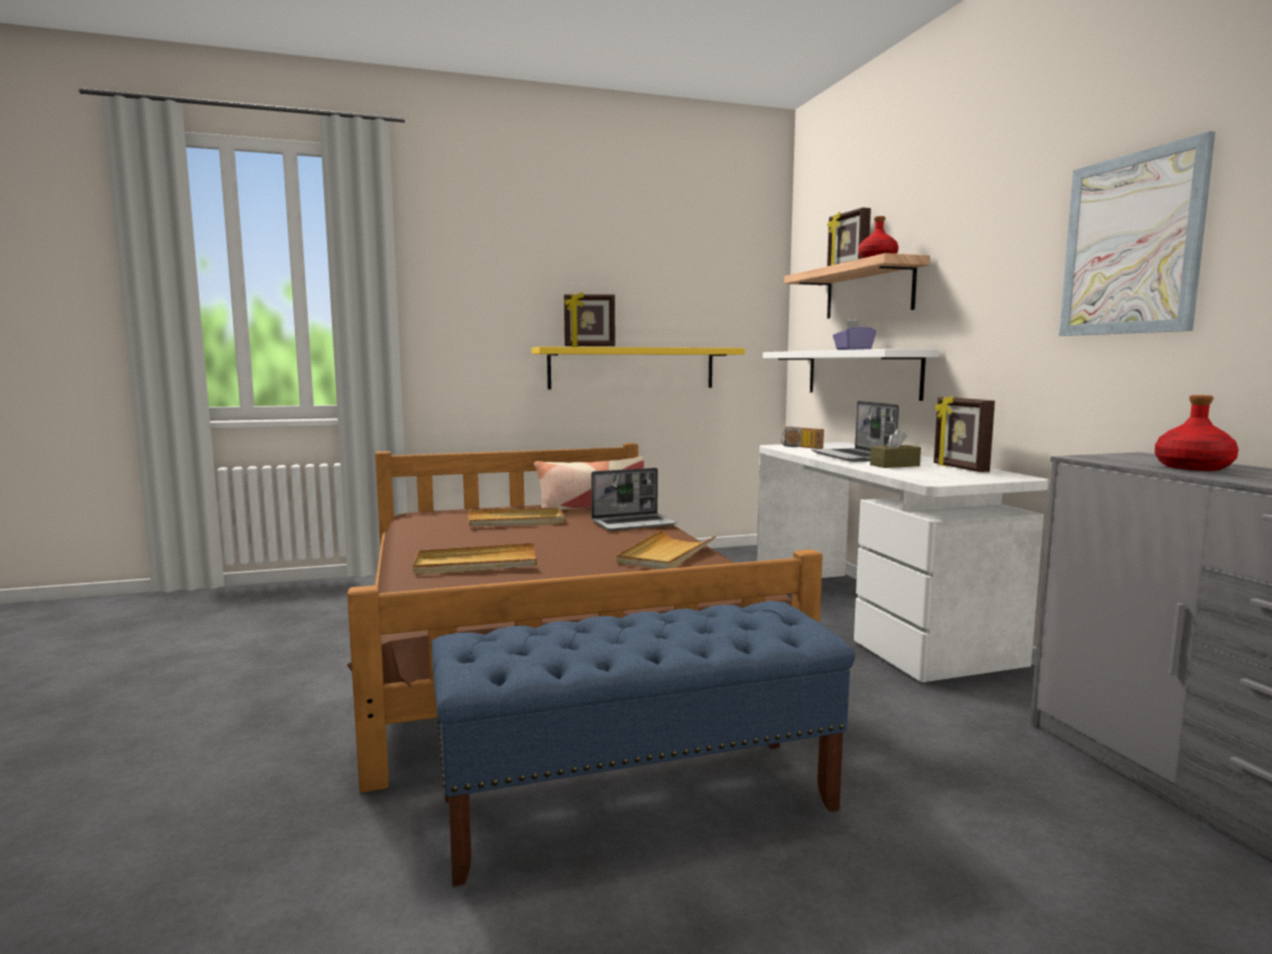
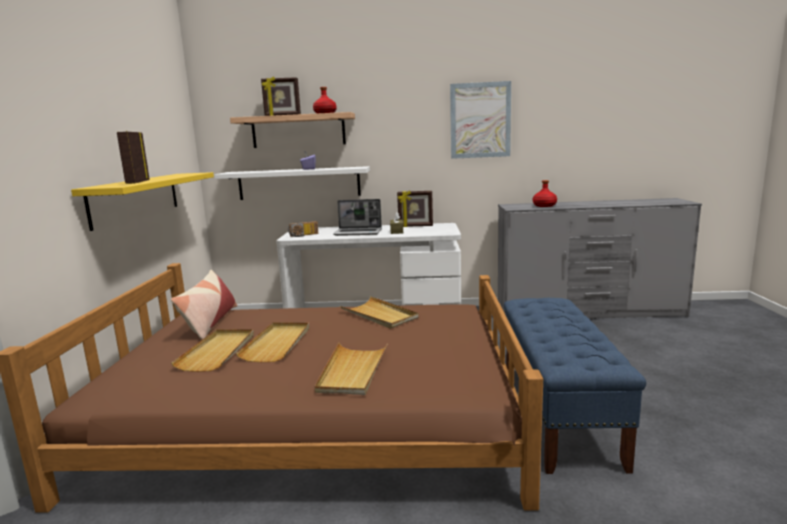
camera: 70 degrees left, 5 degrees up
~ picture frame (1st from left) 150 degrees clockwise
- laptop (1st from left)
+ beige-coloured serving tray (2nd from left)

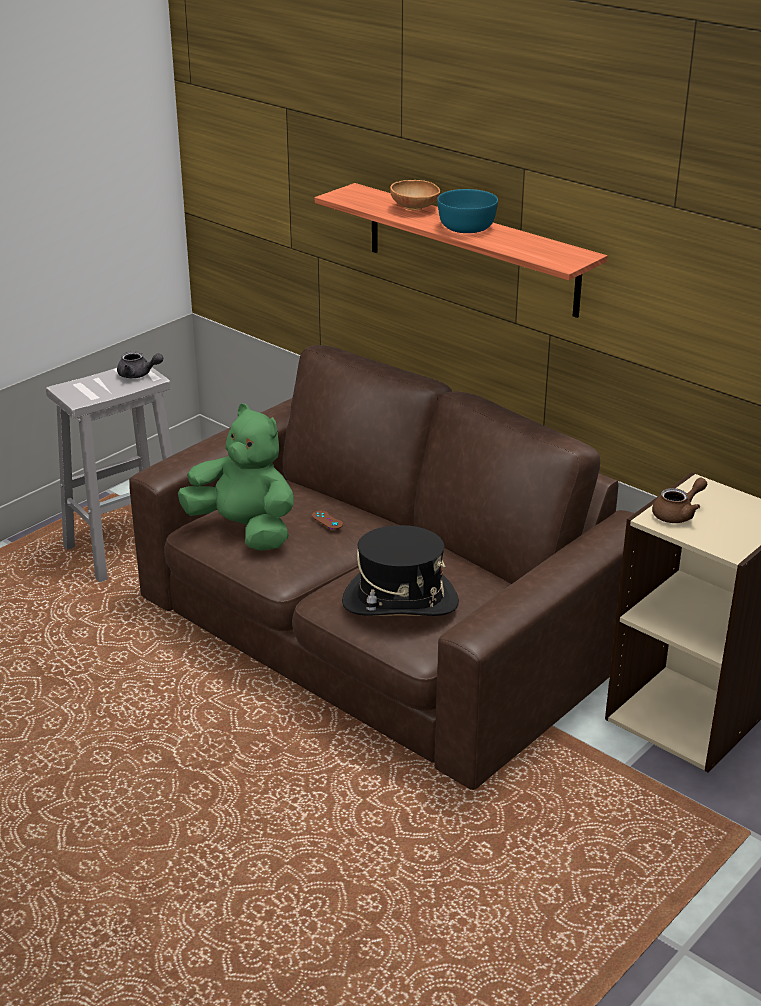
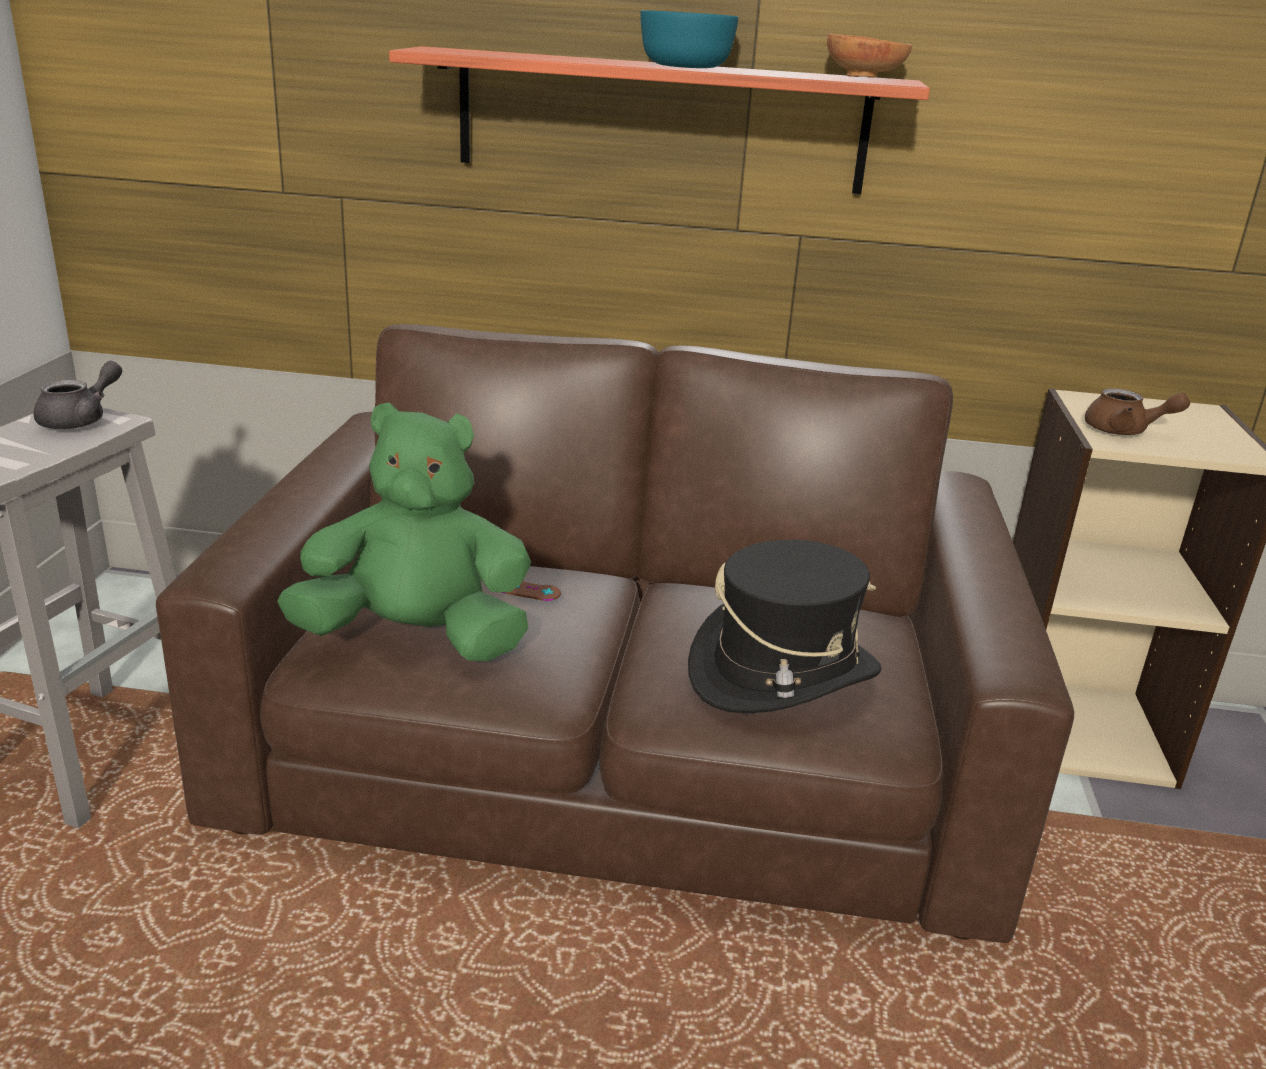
camera: 35 degrees left, 5 degrees down
~ greyish teapot 45 degrees counterclockwise
~ brownish deep dish
~ brownish teapot 90 degrees clockwise

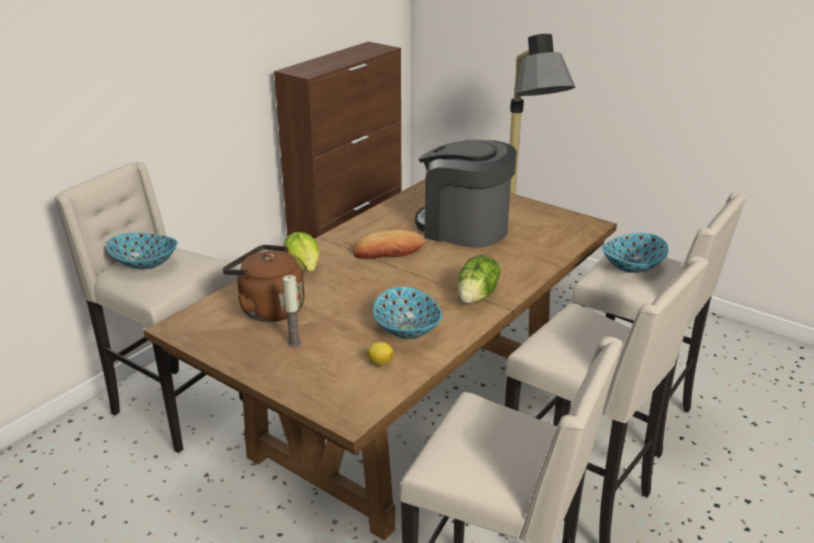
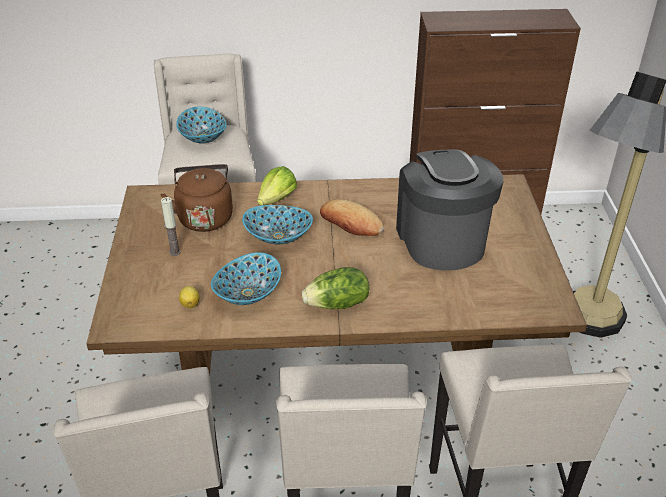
camera: 50 degrees right, 10 degrees up
~ deep dish (3rd from left)

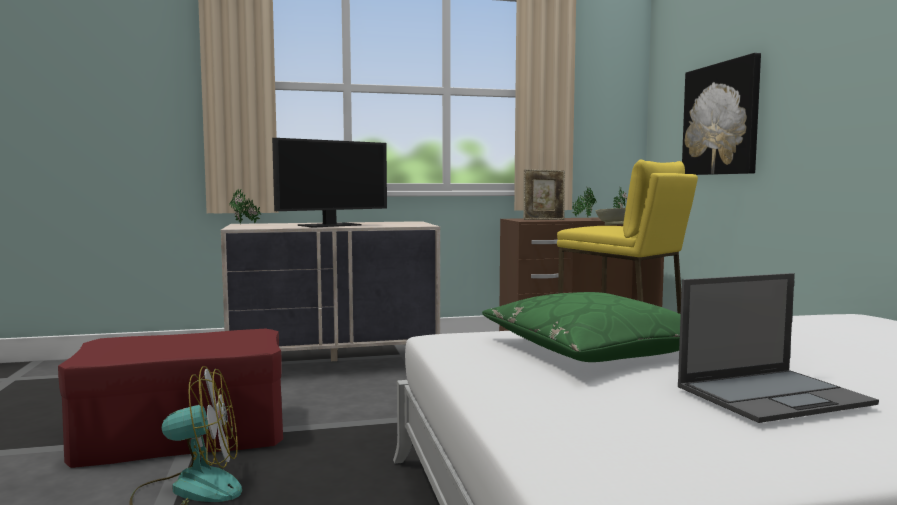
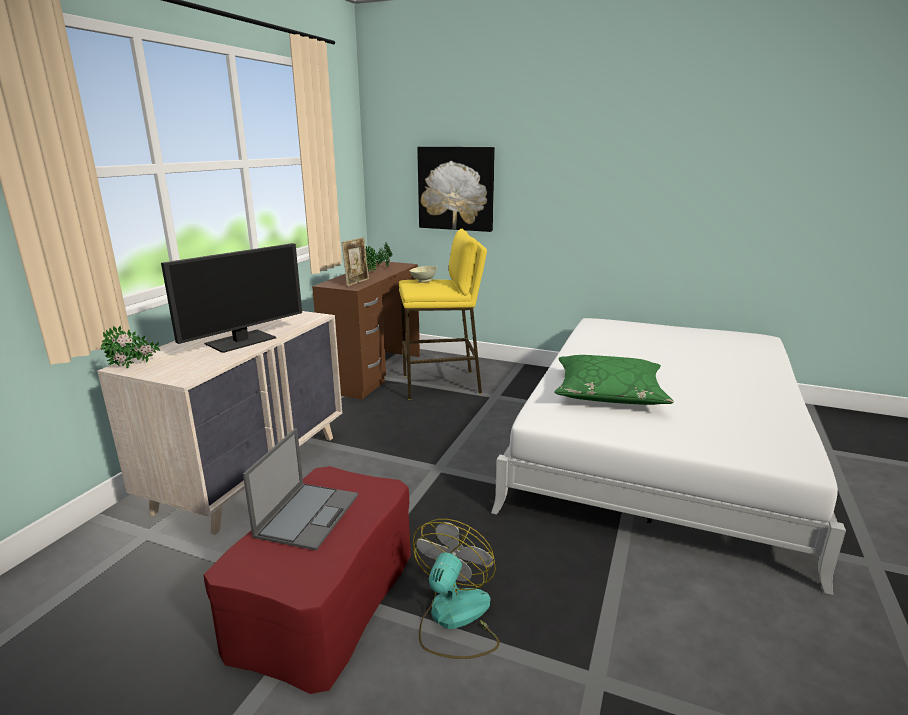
camera: 55 degrees left, 15 degrees up
~ computer screen 45 degrees clockwise
~ laptop

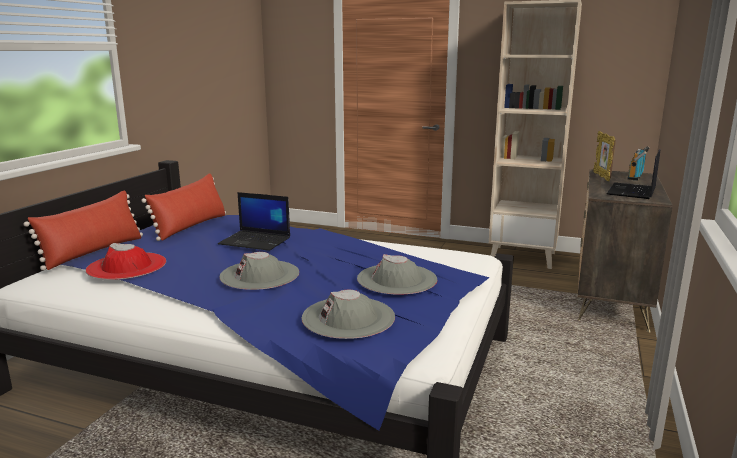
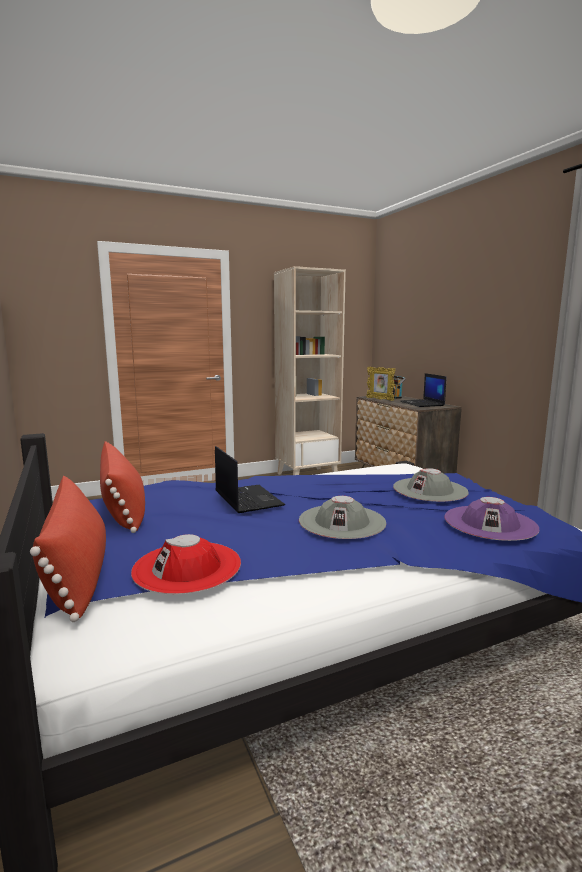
camera: 45 degrees left, 5 degrees down
~ laptop (1st from left) 90 degrees counterclockwise
~ greyish hat (2nd from left) to purple hat

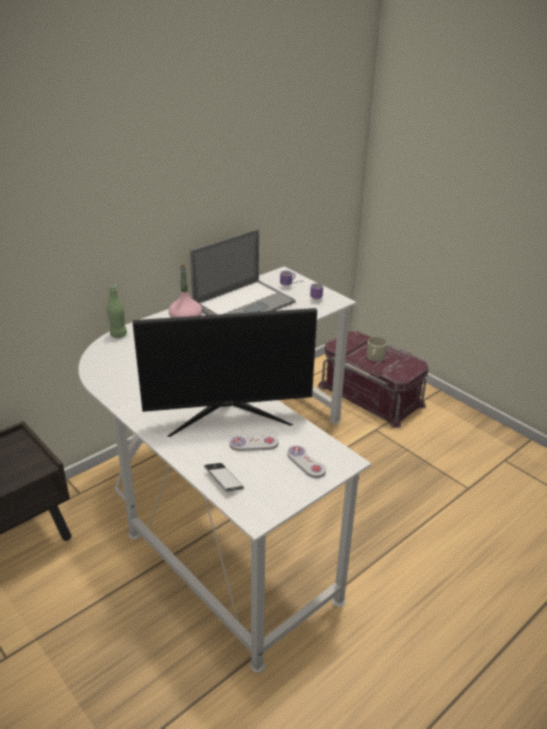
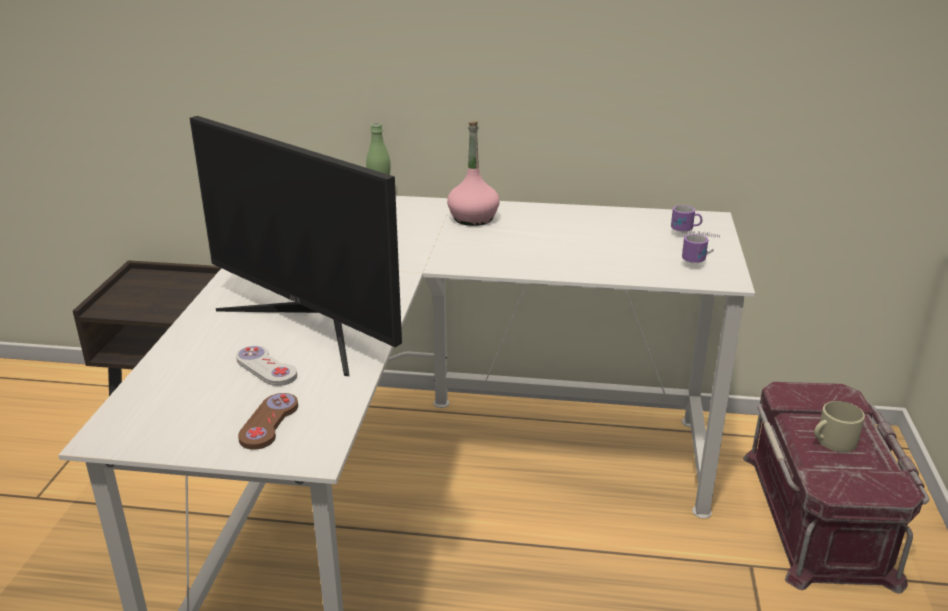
camera: 50 degrees right, 5 degrees down
- laptop
- handset
~ white joypad (2nd from left) to brownish joypad

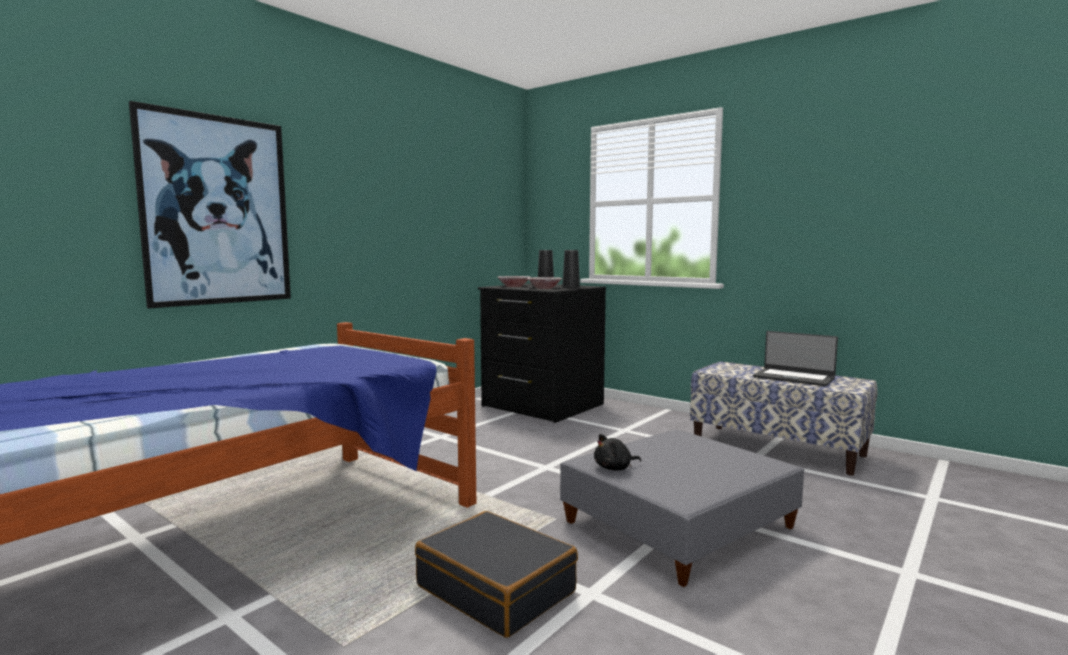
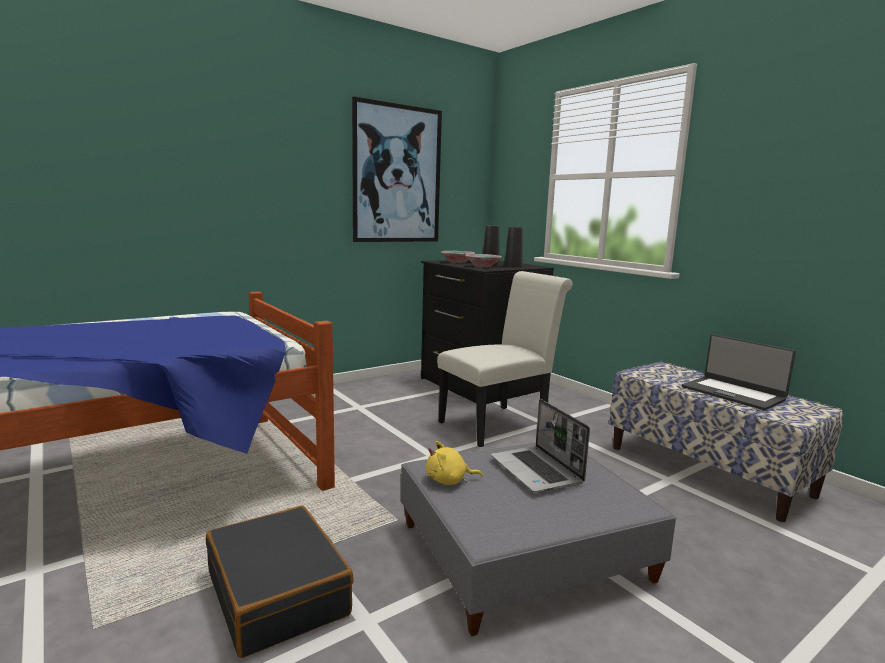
camera: 15 degrees right, 5 degrees up
~ picture
~ blackish cuddly toy to yellowish cuddly toy
+ white chair
+ laptop (1st from left)

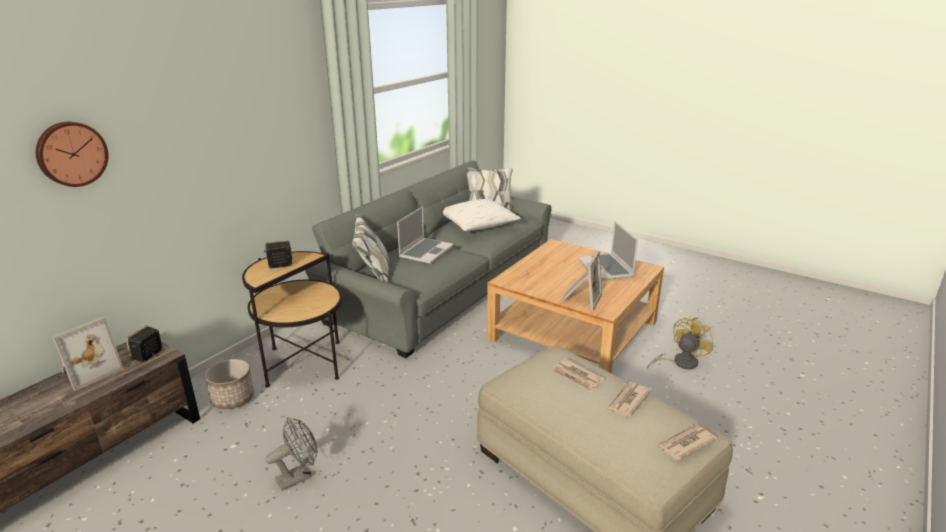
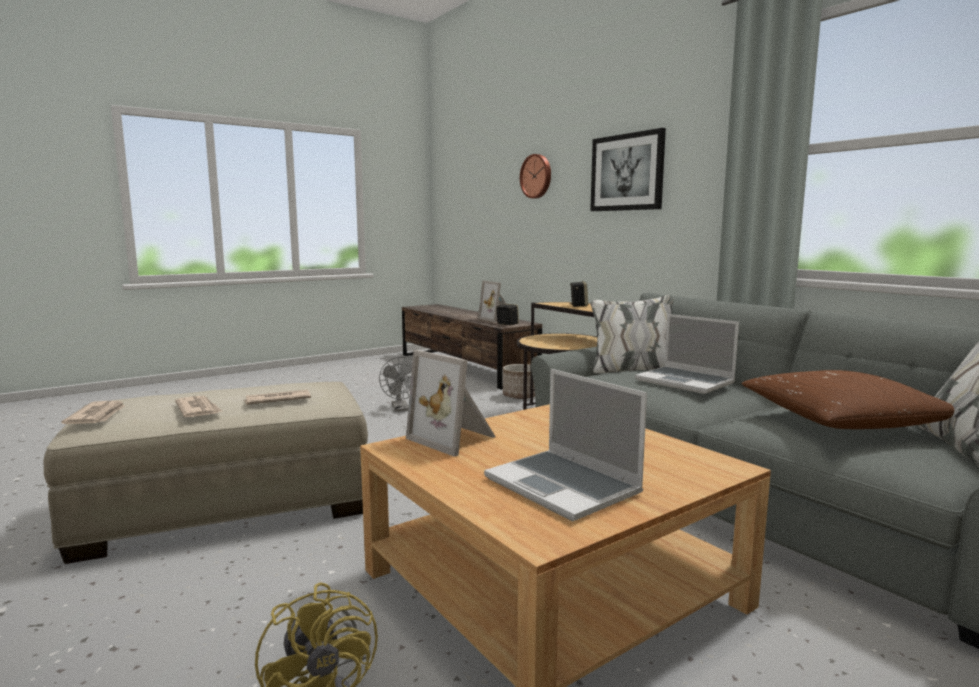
camera: 110 degrees right, 15 degrees down
~ white pillow to brownish pillow
~ laptop (2nd from left in the first image) 135 degrees counterclockwise
+ picture

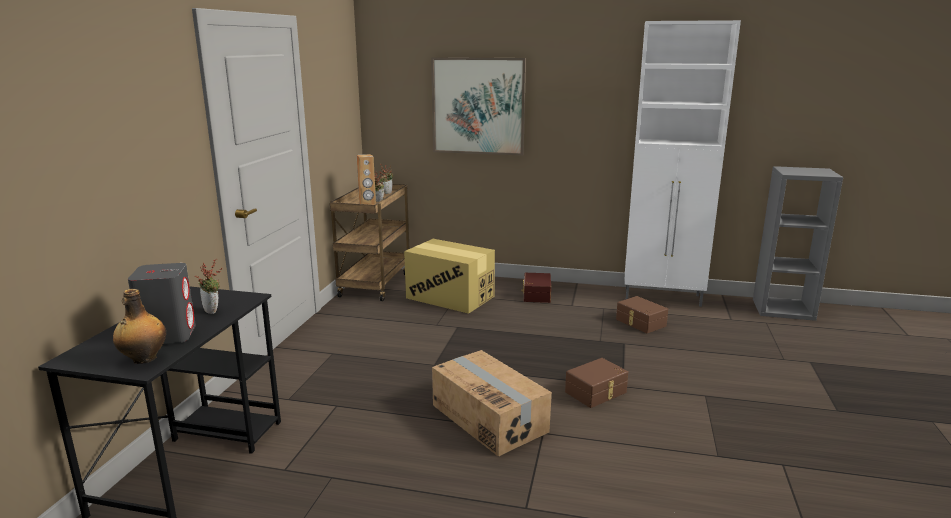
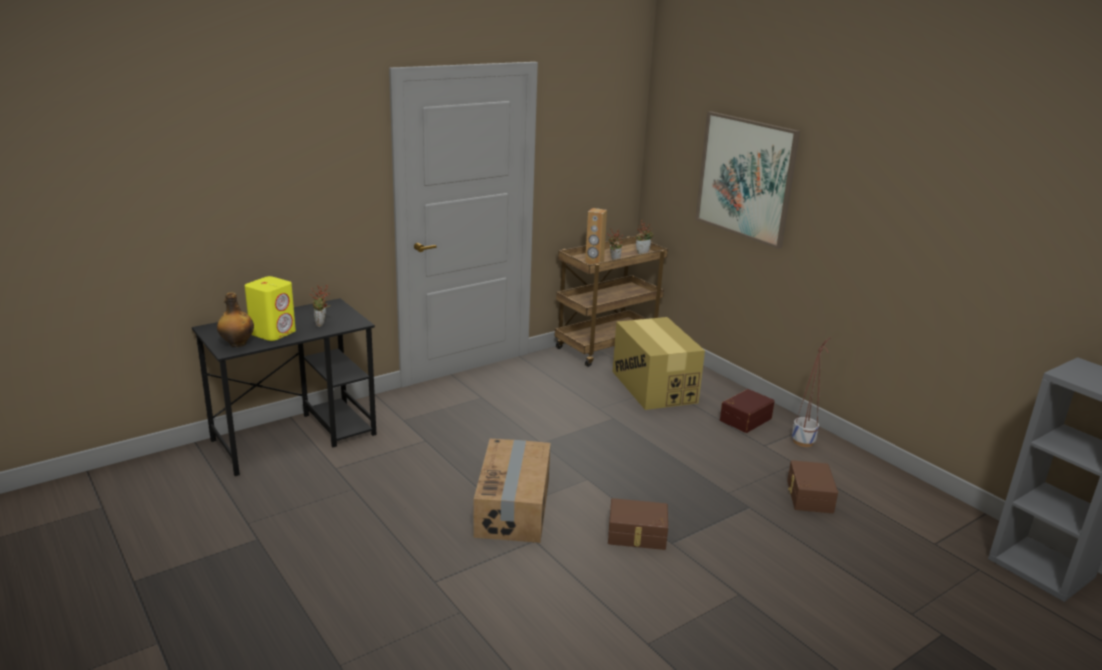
camera: 40 degrees right, 5 degrees up
~ greyish audio speaker to yellowish audio speaker
- white storage cabinet
+ planter

